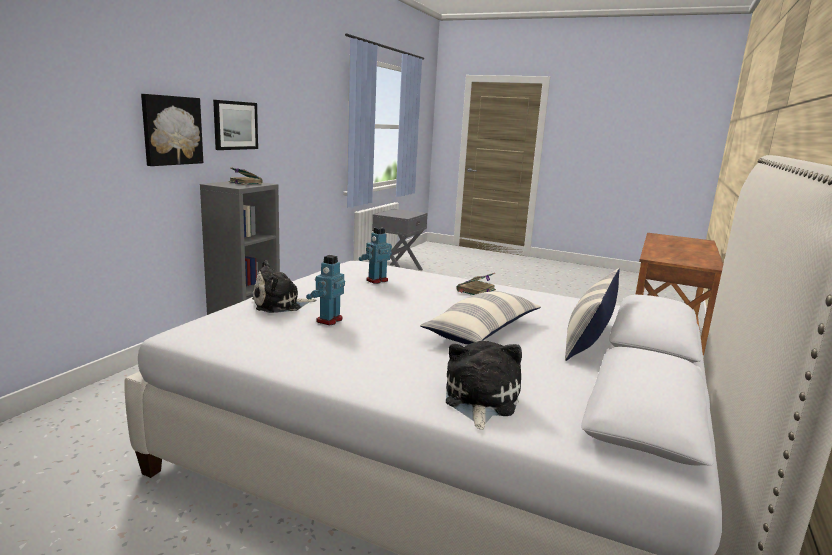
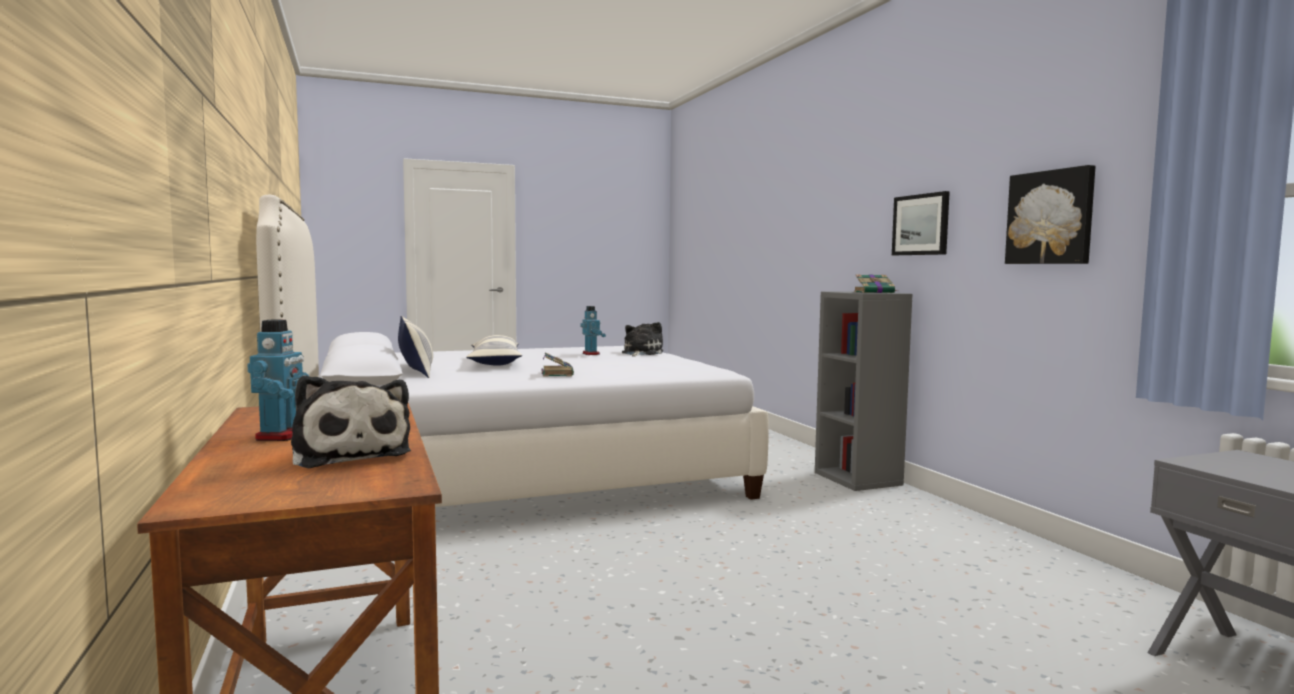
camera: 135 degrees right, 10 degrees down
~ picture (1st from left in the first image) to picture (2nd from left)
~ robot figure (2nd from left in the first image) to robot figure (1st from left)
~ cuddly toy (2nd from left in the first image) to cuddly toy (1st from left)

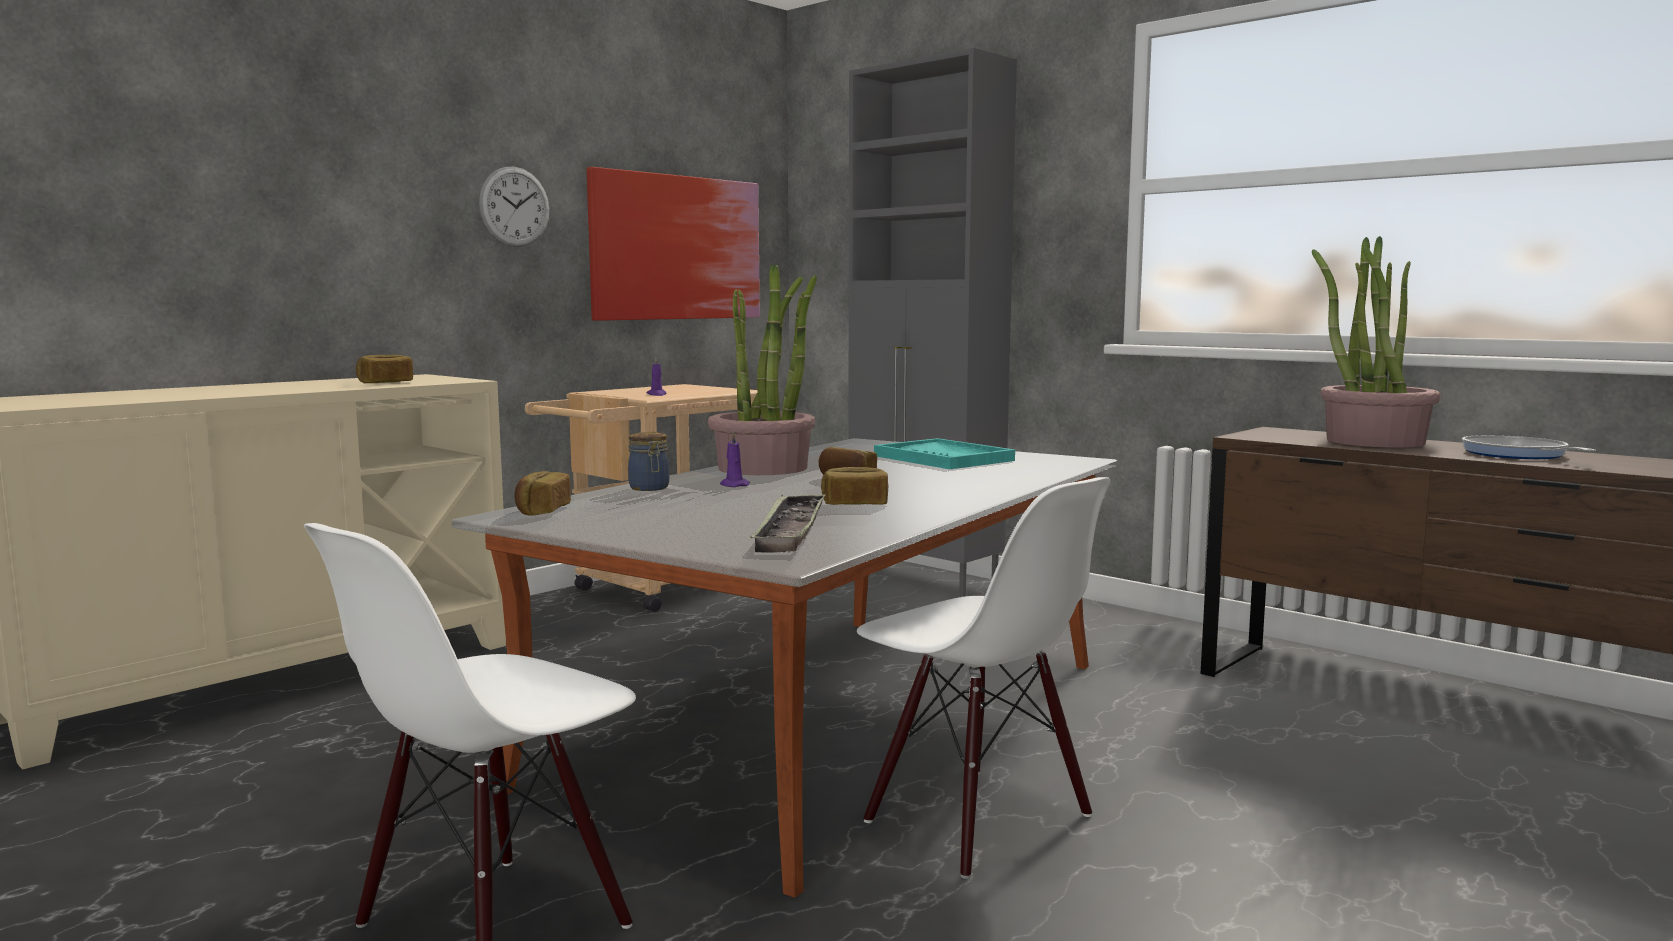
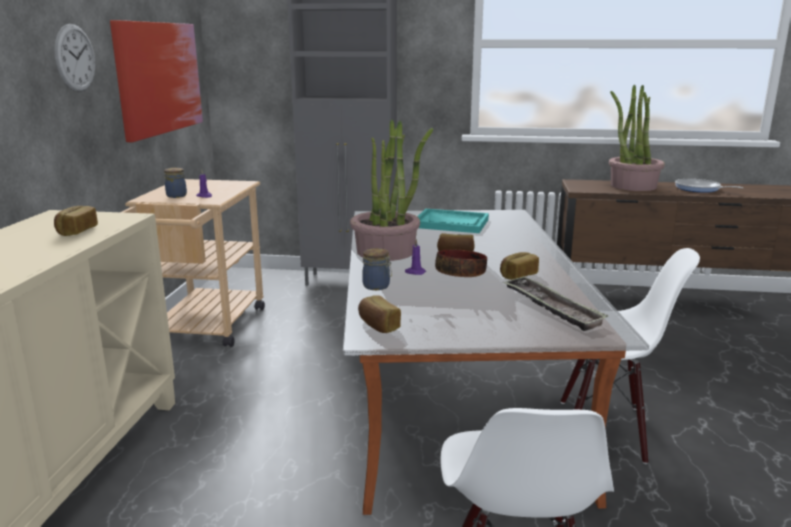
camera: 35 degrees left, 10 degrees up
+ preserve jar (1st from left)
+ deep dish

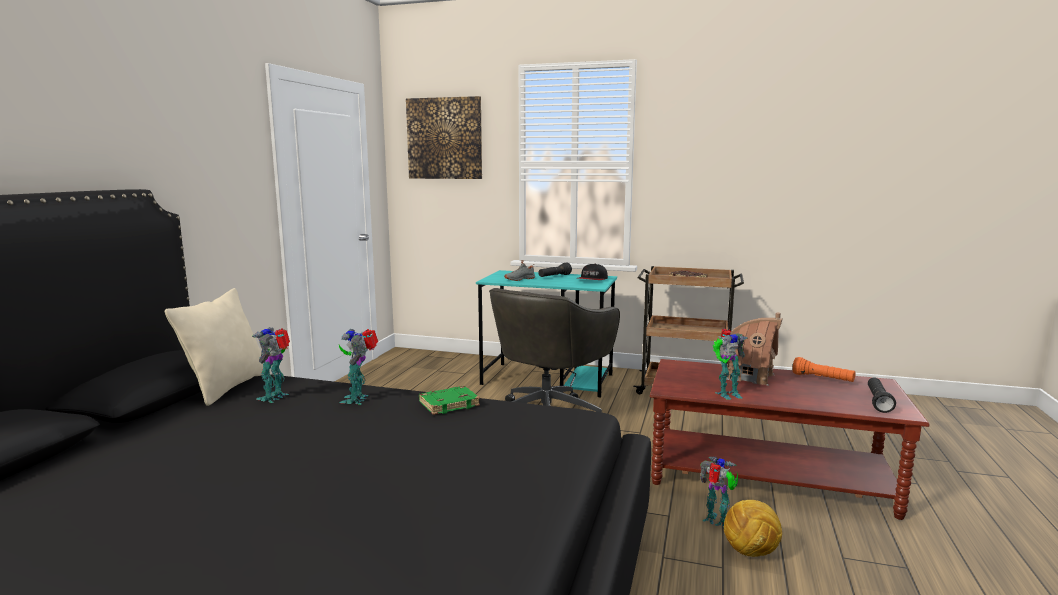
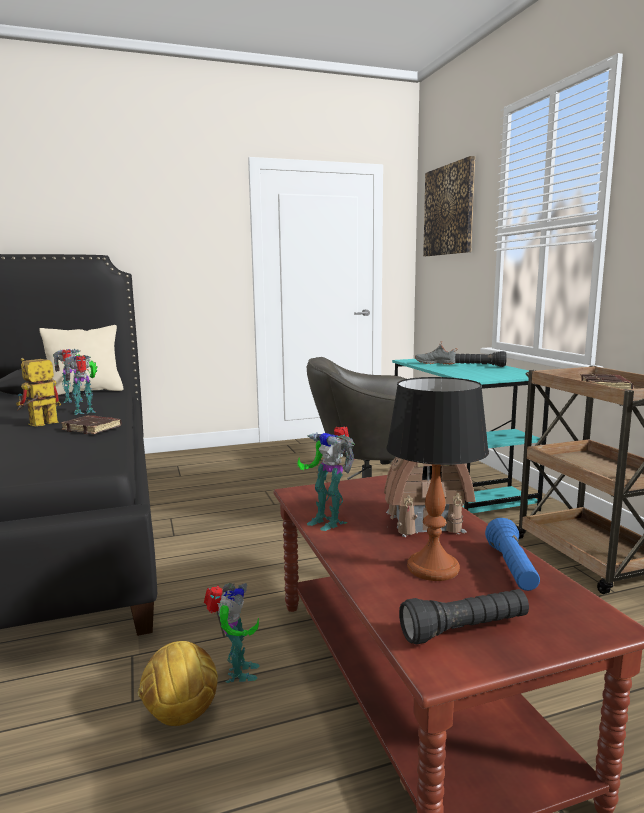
camera: 55 degrees right, 0 degrees up
~ green-coloured bound book to brownish bound book (1st from left)
- baseball cap
~ orange-coloured hand torch to blue-coloured hand torch
+ robot figure (1st from left)
+ lamp for a table

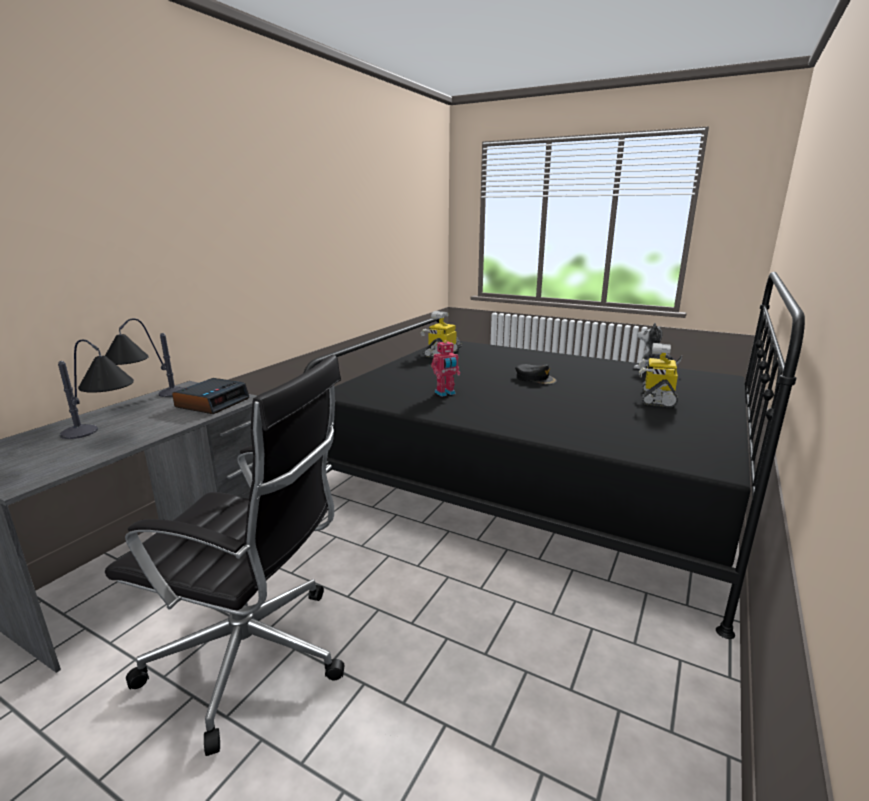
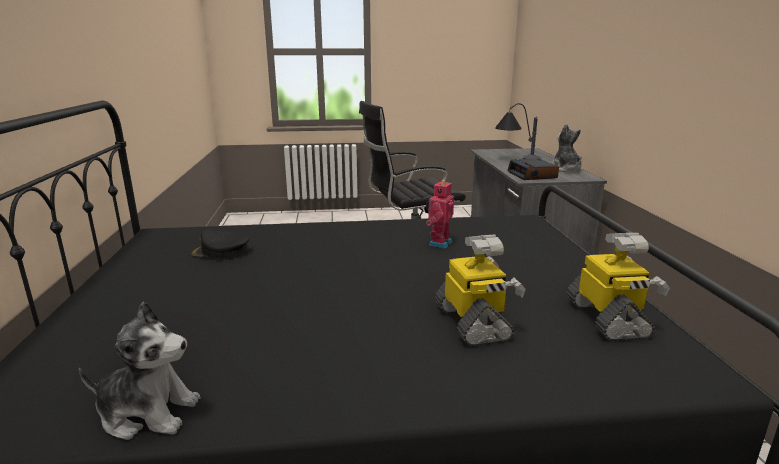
camera: 145 degrees right, 0 degrees up
~ lamp for a table (2nd from left) to cuddly toy (2nd from left)
~ blackish baseball cap
~ robot figure (3rd from left in the first image) to robot figure (2nd from left)

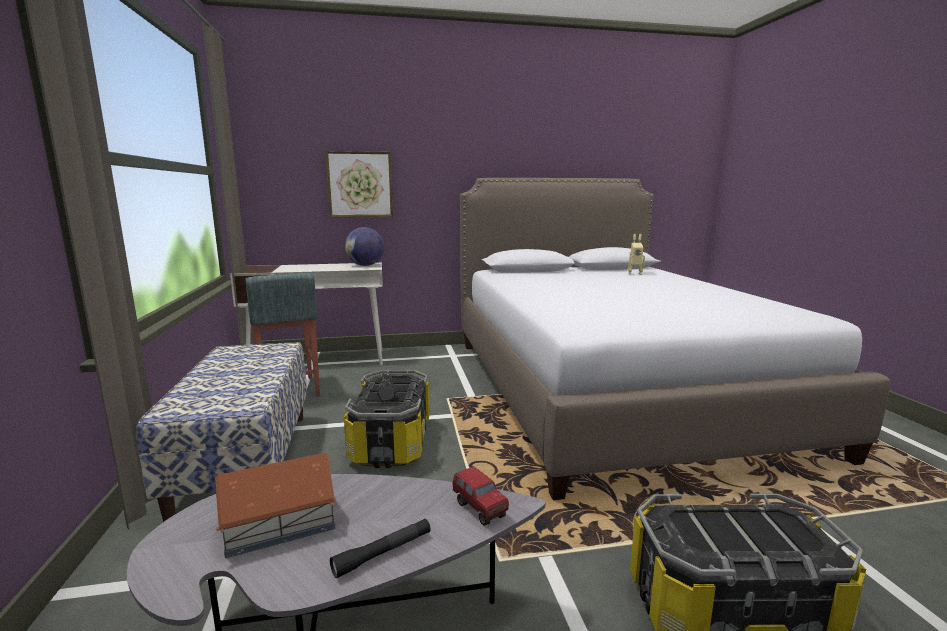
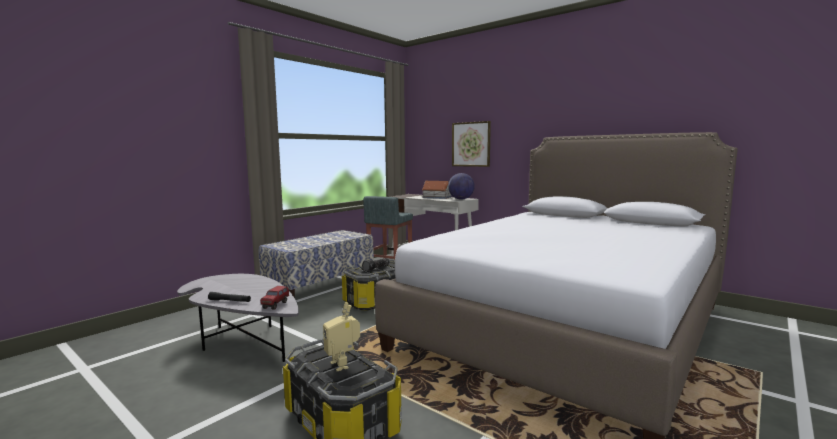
camera: 50 degrees right, 5 degrees down
~ miniature house
~ robot figure

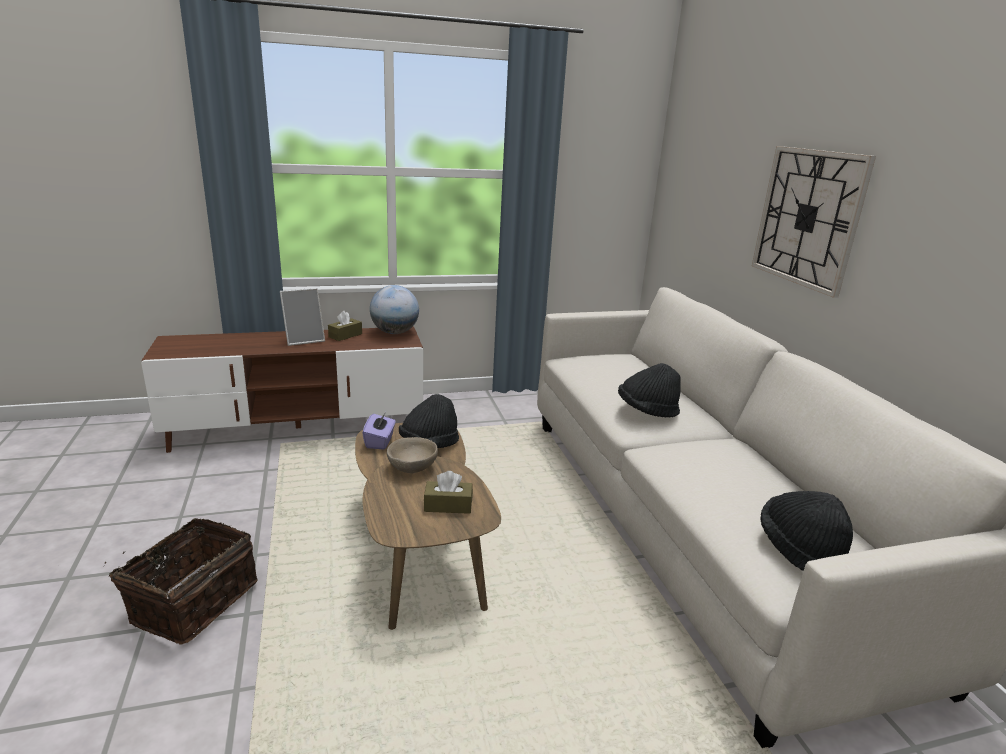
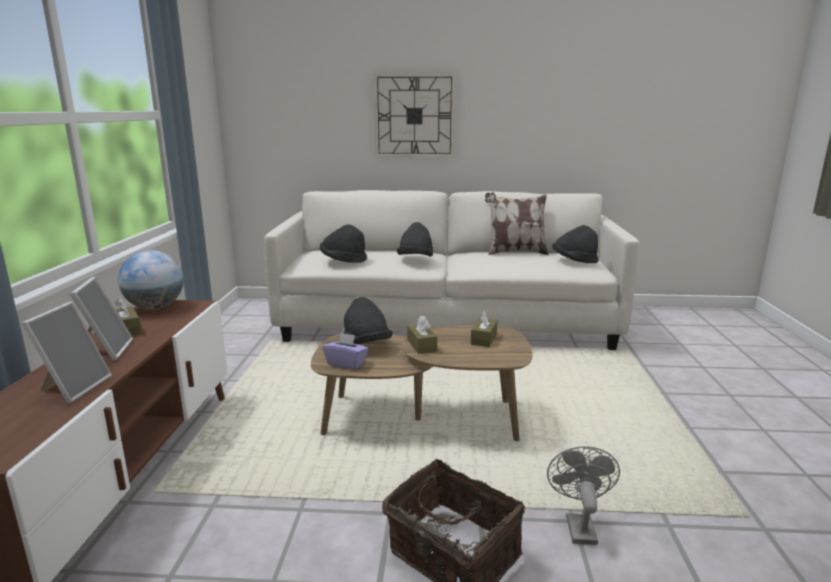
camera: 70 degrees left, 5 degrees down
~ beige-coloured deep dish to brownish tissue holder (2nd from left)
+ picture frame (1st from left)
+ blackish hat (1st from left)
+ pillow
+ greyish fan

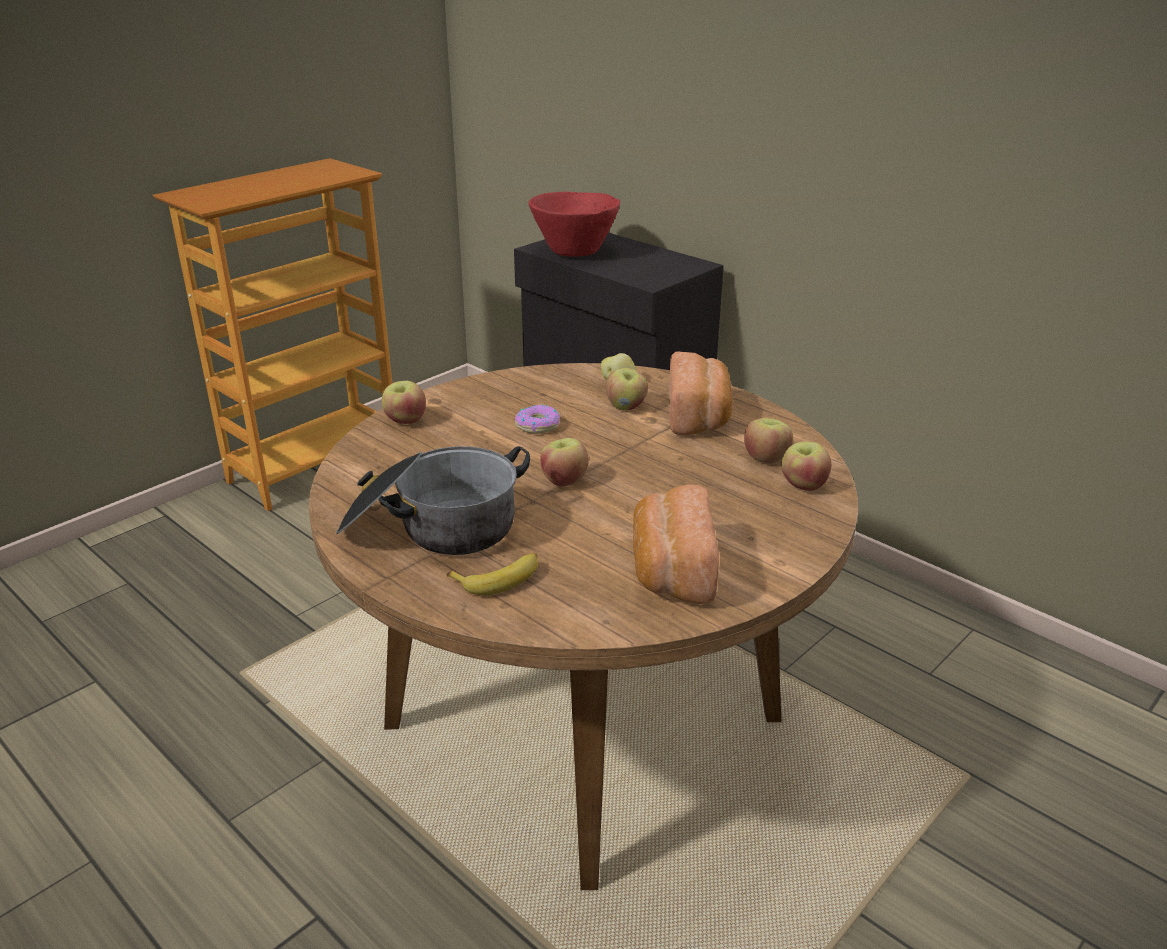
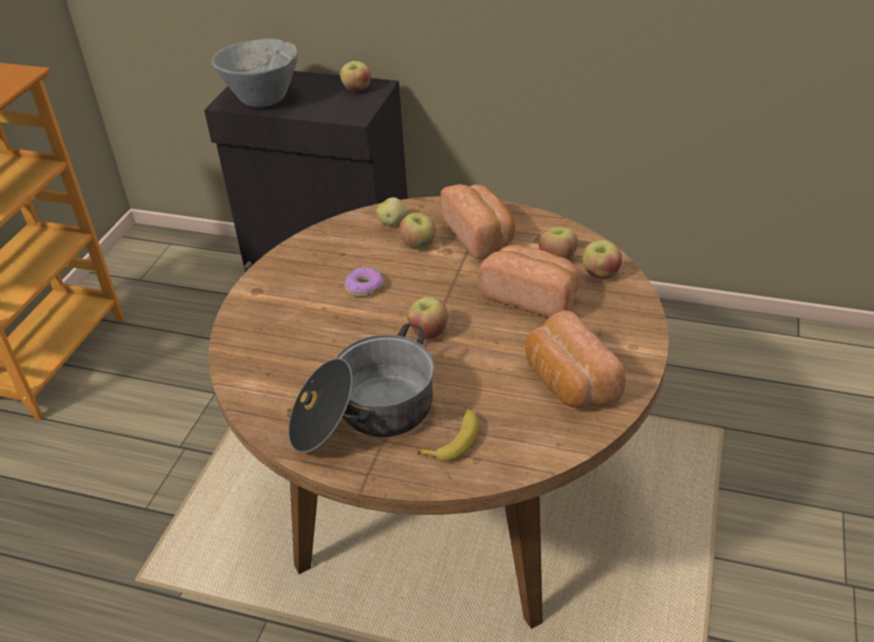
camera: 25 degrees left, 10 degrees up
~ apple (1st from left)
~ reddish deep dish to greyish deep dish
+ bread (2nd from left)

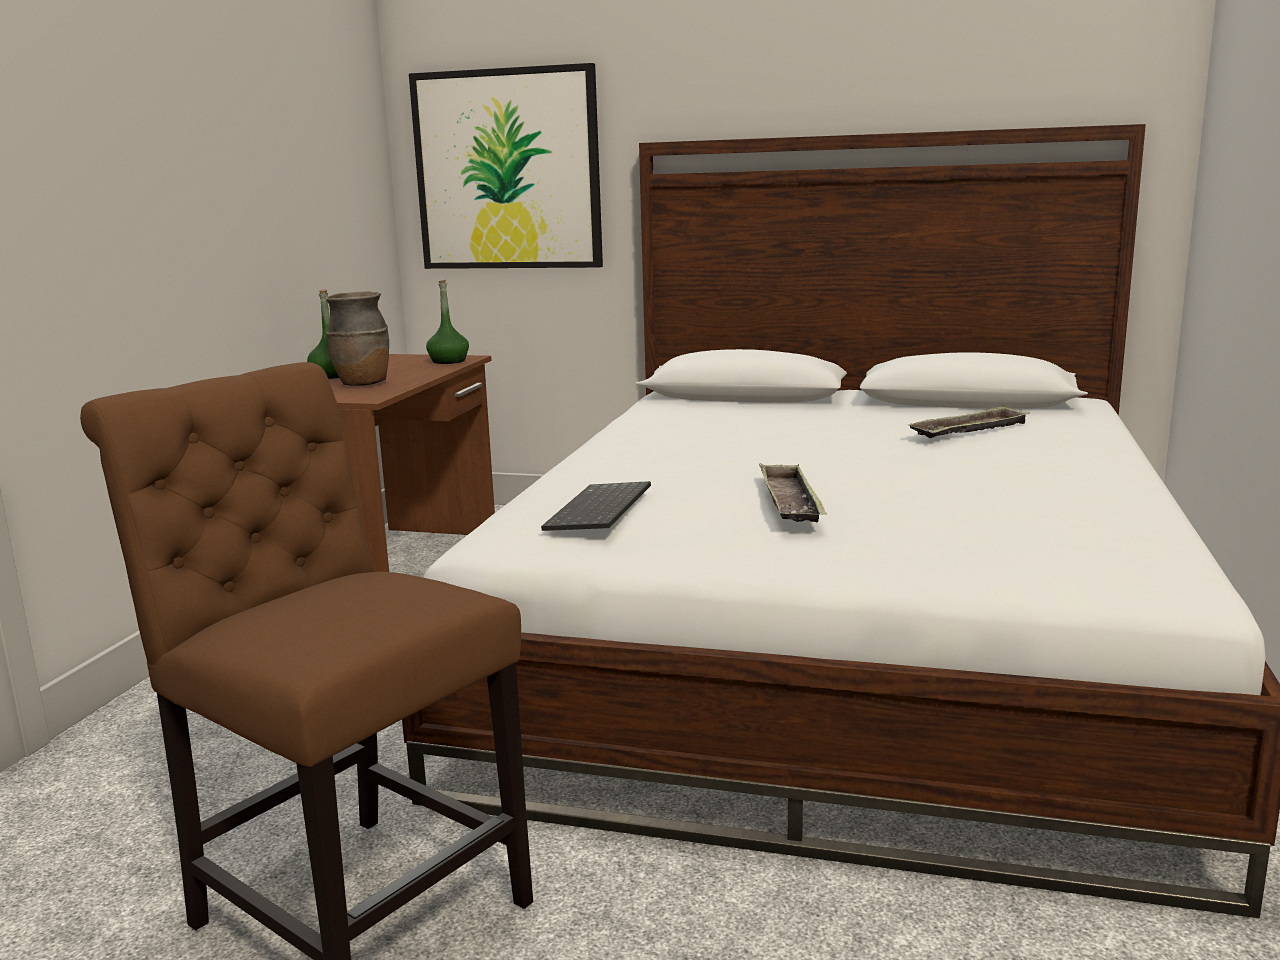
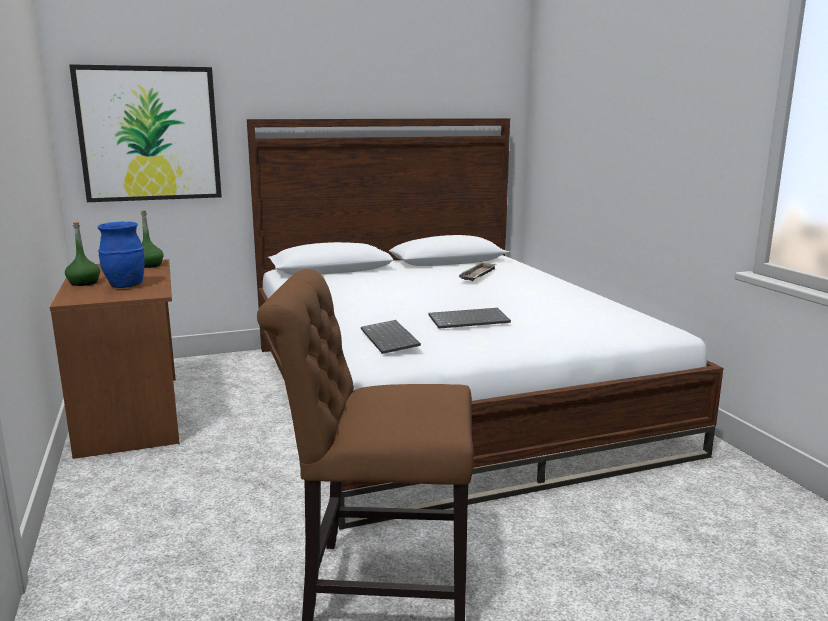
camera: 35 degrees left, 0 degrees up
~ brownish decorative vase to blue-coloured decorative vase
~ serving tray (1st from left) to PC keyboard (2nd from left)

